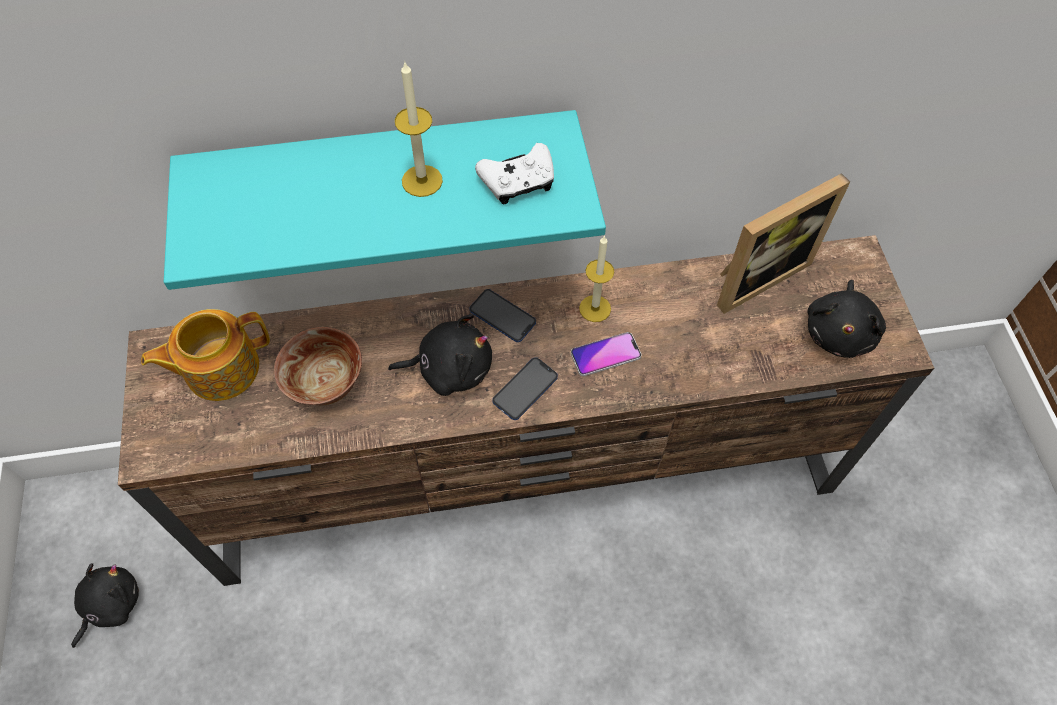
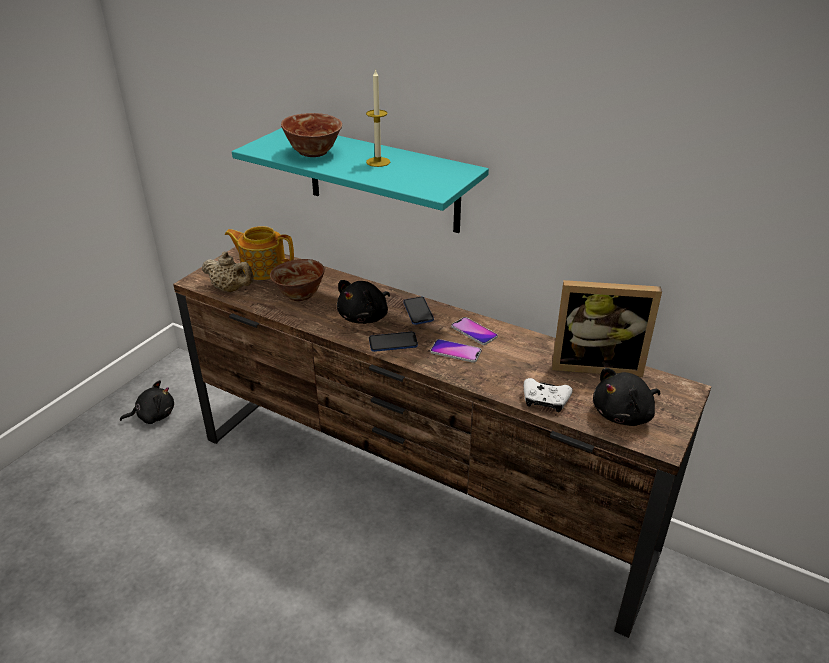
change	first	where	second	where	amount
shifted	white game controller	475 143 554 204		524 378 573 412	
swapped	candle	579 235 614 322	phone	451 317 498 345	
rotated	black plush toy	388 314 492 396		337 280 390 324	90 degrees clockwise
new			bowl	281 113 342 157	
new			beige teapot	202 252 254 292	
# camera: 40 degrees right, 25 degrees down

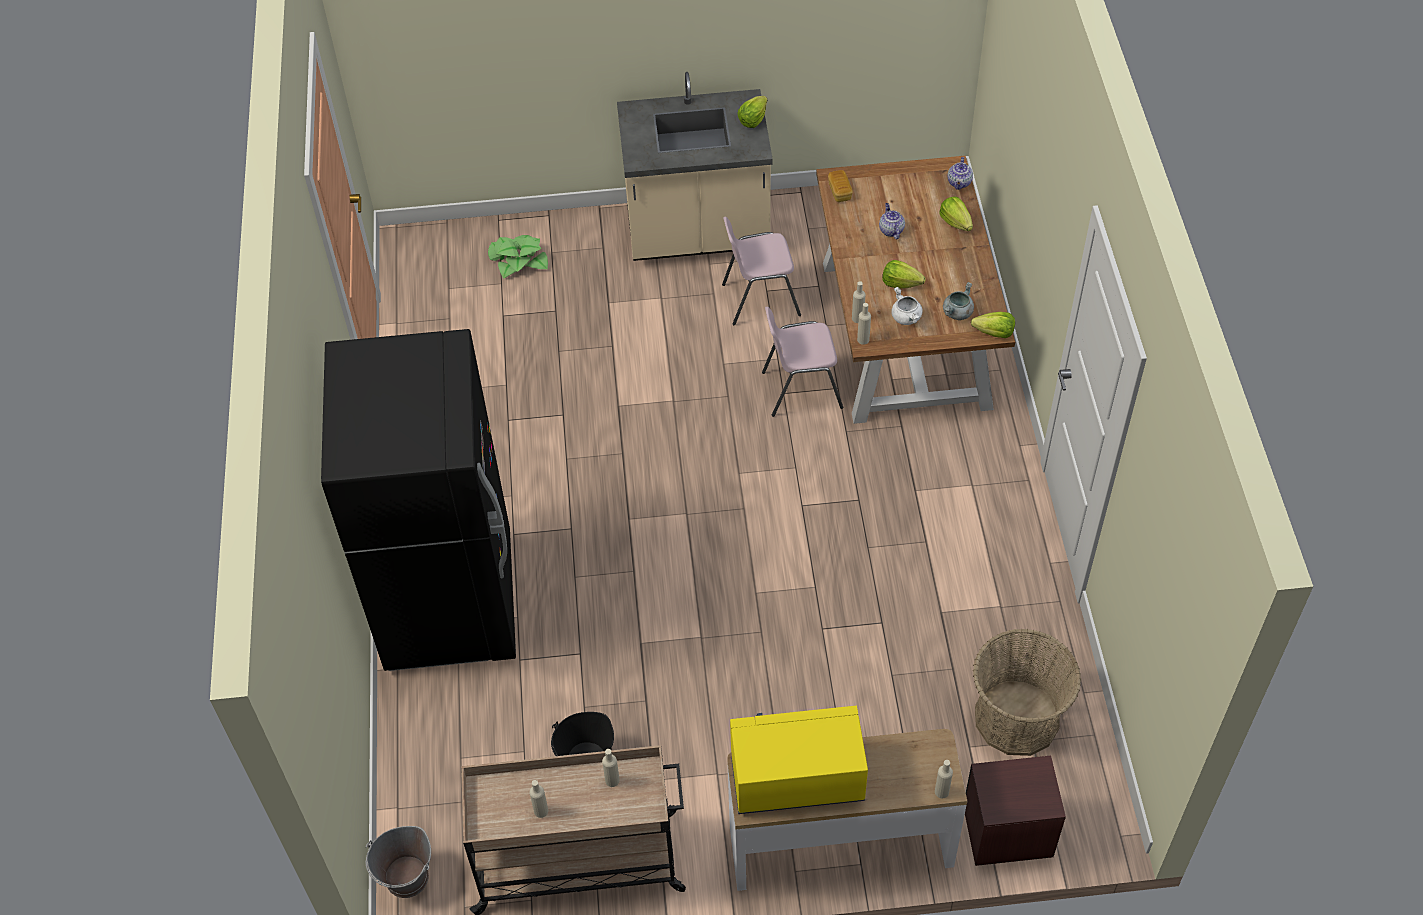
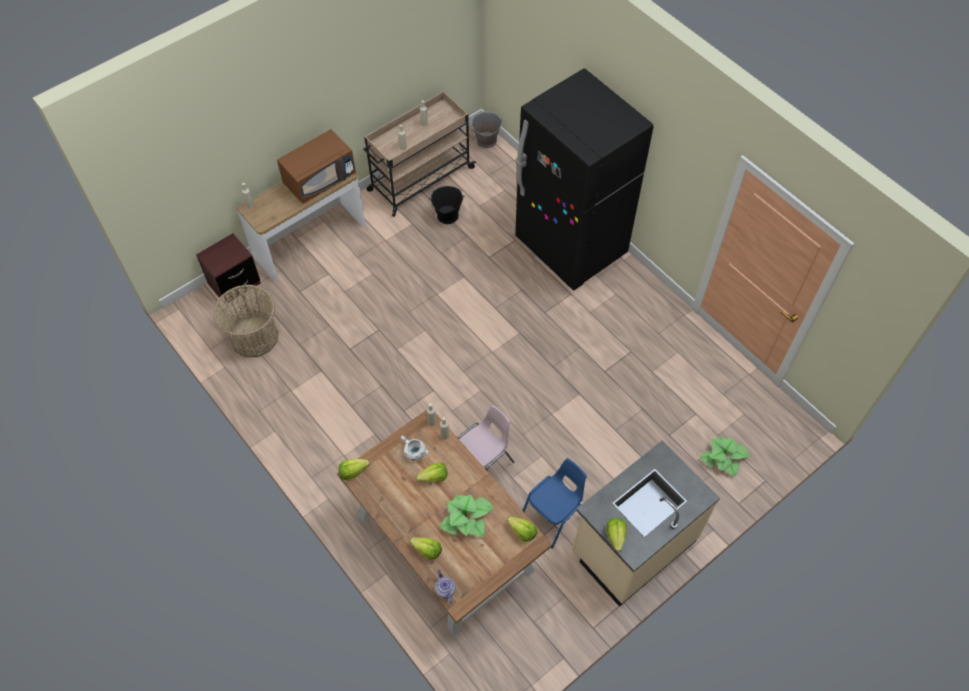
change	first	where	second	where	amount
swapped	bread	828 170 853 202	lettuce	507 516 537 541	
swapped	teapot	879 203 905 239	potted plant	440 495 494 537	
repainted	pink chair	722 216 801 325	blue chair	523 458 587 549	
gone	grey cooking pot	943 282 974 320			
repainted	yellow microwave	730 706 868 814	brown microwave	277 129 356 204	
# camera: 145 degrees right, 5 degrees up

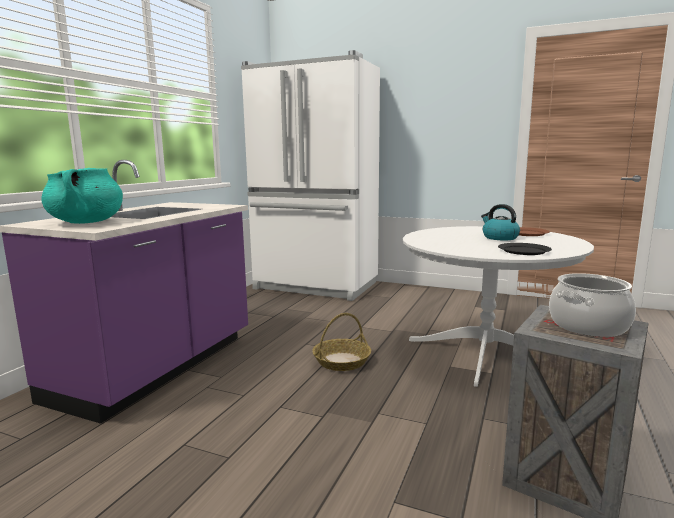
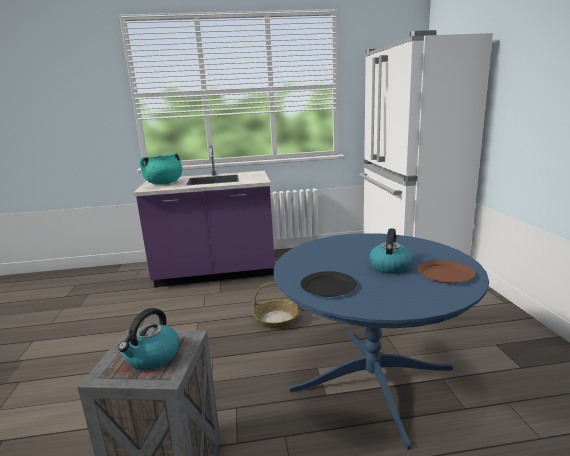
change	first	where	second	where	amount
repainted	white dining table	403 226 594 387	blue dining table	274 233 489 450	
swapped	cooking pot	549 273 636 337	kettle	118 308 179 370	
# camera: 60 degrees right, 5 degrees up

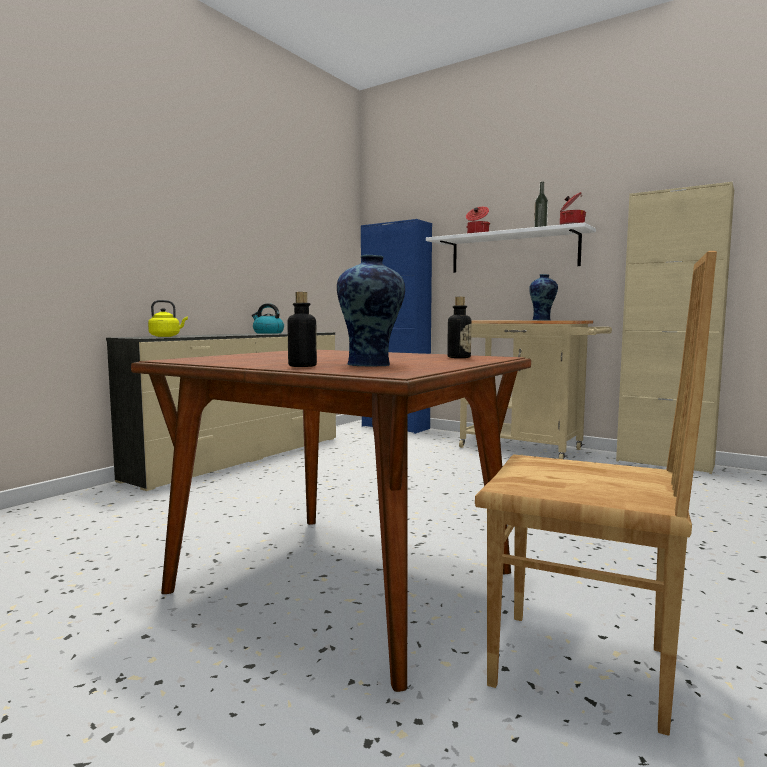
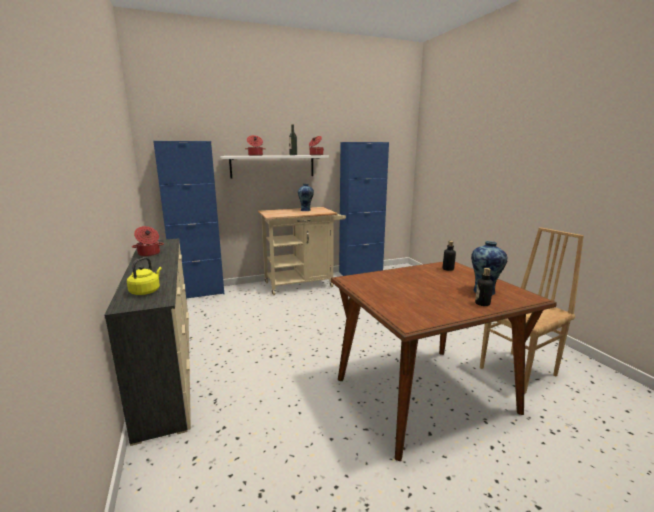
change	first	where	second	where	amount
repainted	beige cabinet	616 182 734 474	blue cabinet	339 142 389 276	
swapped	kettle	252 303 284 334	cooking pot	132 226 164 257	
# camera: 55 degrees left, 10 degrees up

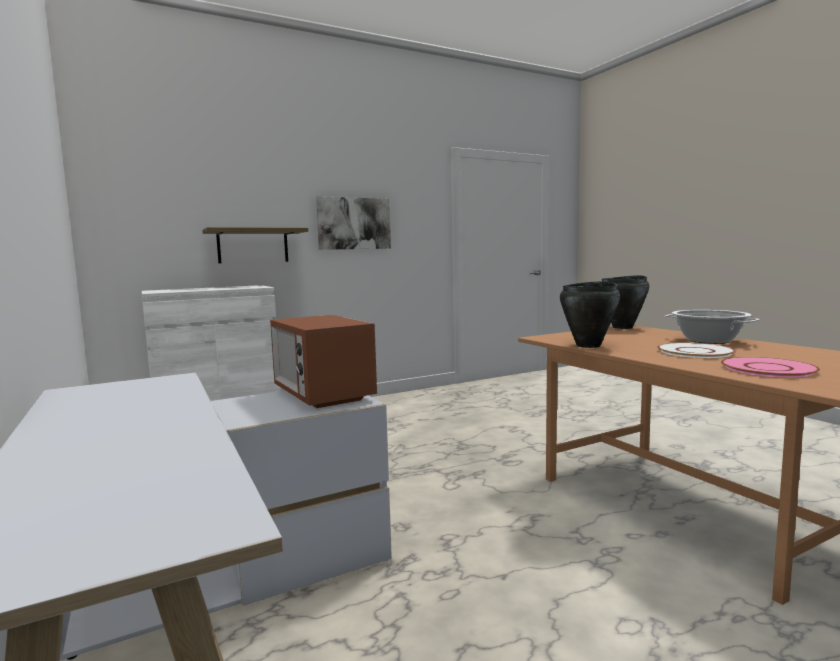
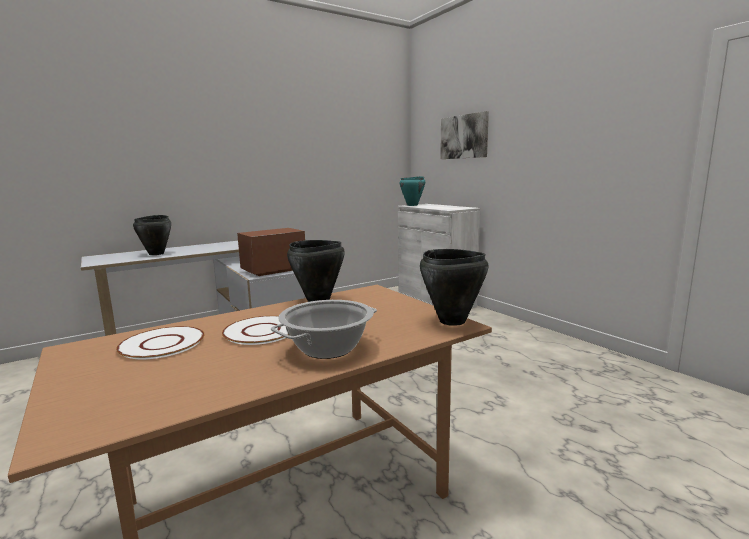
change	first	where	second	where	amount
shifted	picture	316 196 391 250		440 111 489 159	
gone	shelf	202 227 308 263			
repainted	pink plate	721 357 820 378	white plate	116 326 205 360	
new			turquoise cooking pot	400 176 425 206	
new			black cooking pot	133 215 171 255	
# camera: 85 degrees right, 5 degrees up

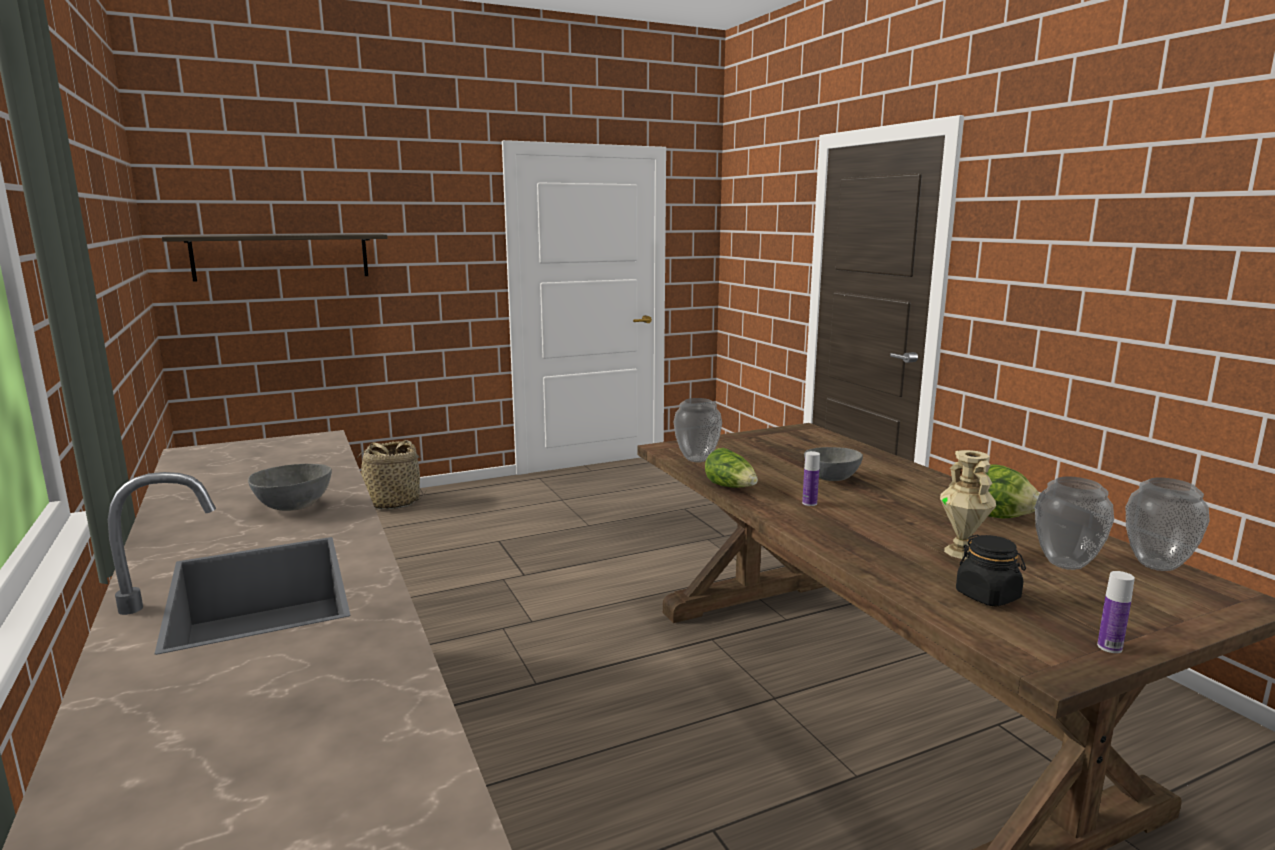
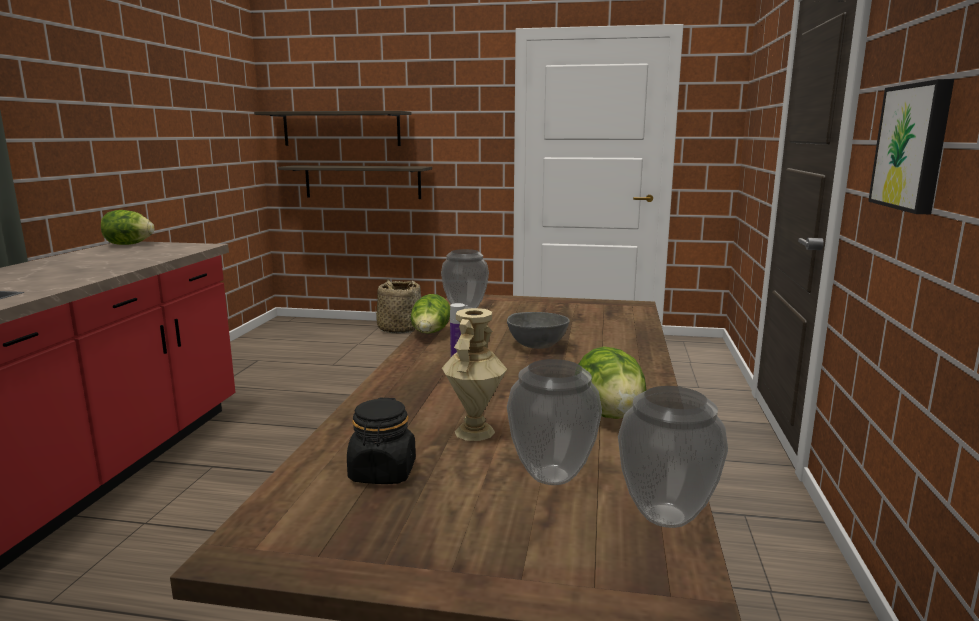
change	first	where	second	where	amount
gone	grey bowl	248 464 332 511			
gone	bottle	1097 571 1135 653			
new			picture	868 79 954 214	
new			shelf	278 165 432 199	
new			lettuce	101 210 154 245	
# camera: 35 degrees right, 0 degrees up

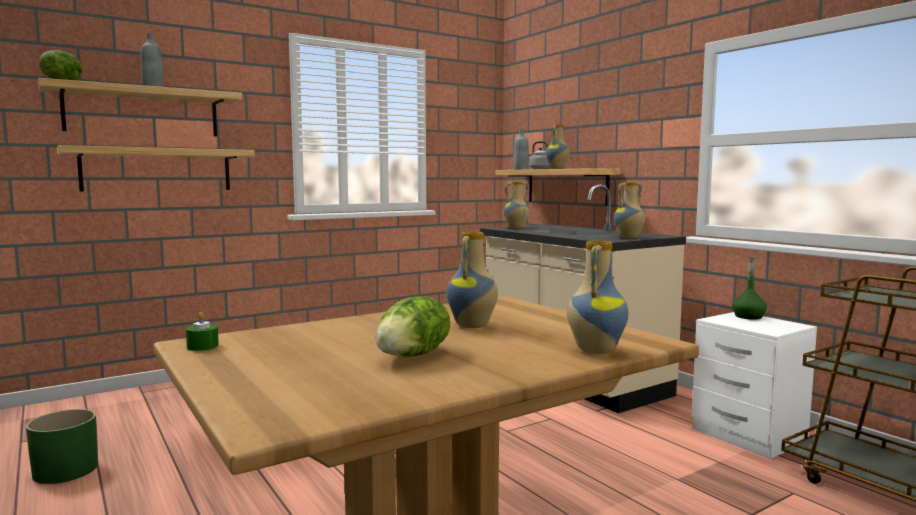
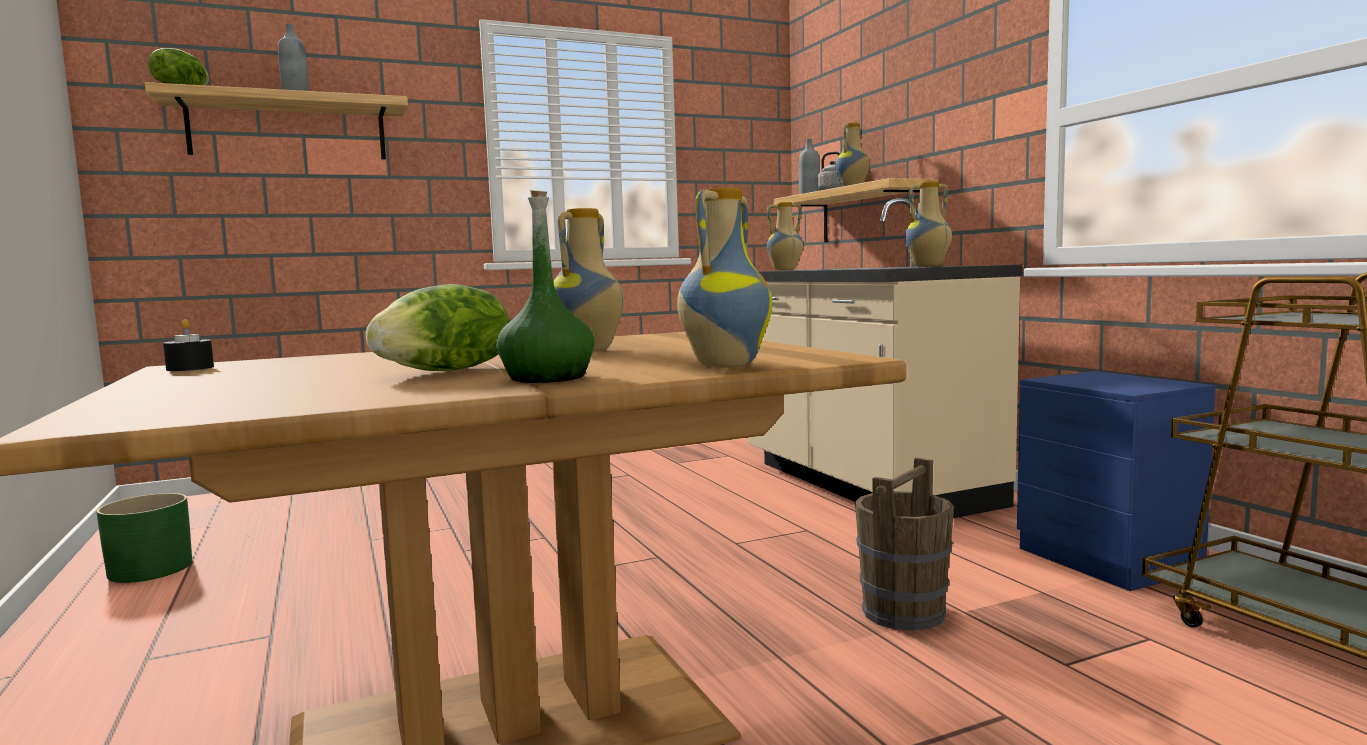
change	first	where	second	where	amount
gone	shelf	57 145 255 191			
shifted	green bottle	732 256 767 320		496 190 595 383	
repainted	green candle	186 312 219 351	black candle	163 319 214 371	
repainted	white nightstand	692 312 817 459	blue nightstand	1017 371 1216 591	
new			brown bucket	855 457 954 631	
# camera: 10 degrees right, 0 degrees up

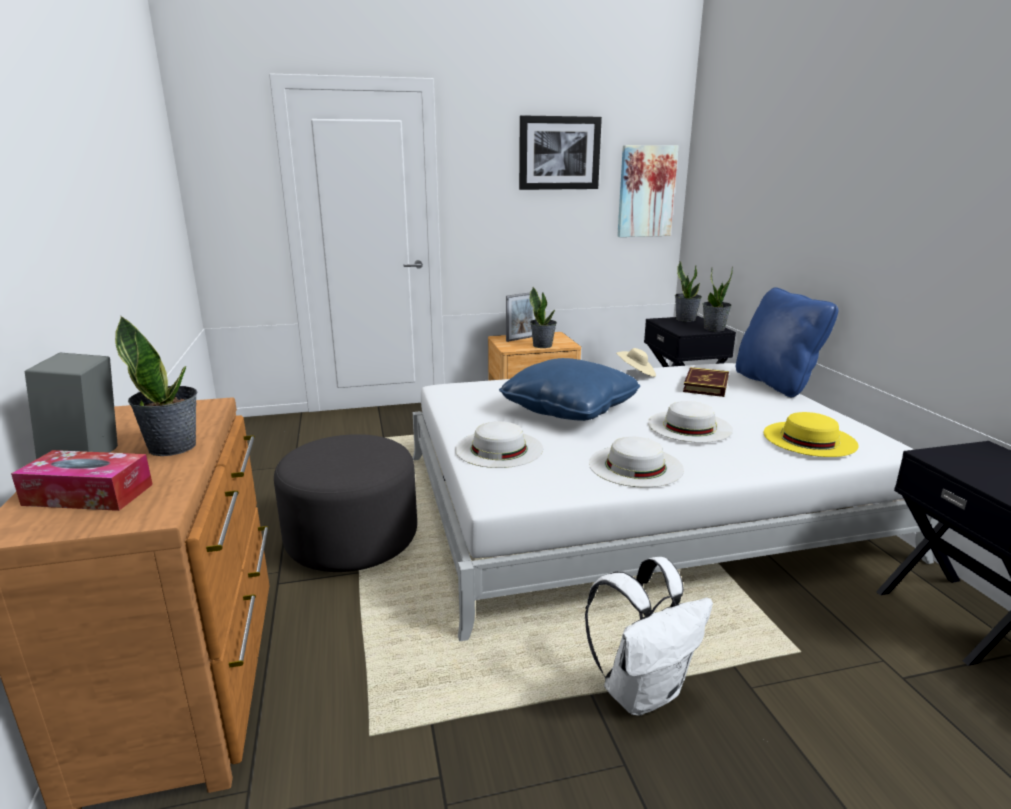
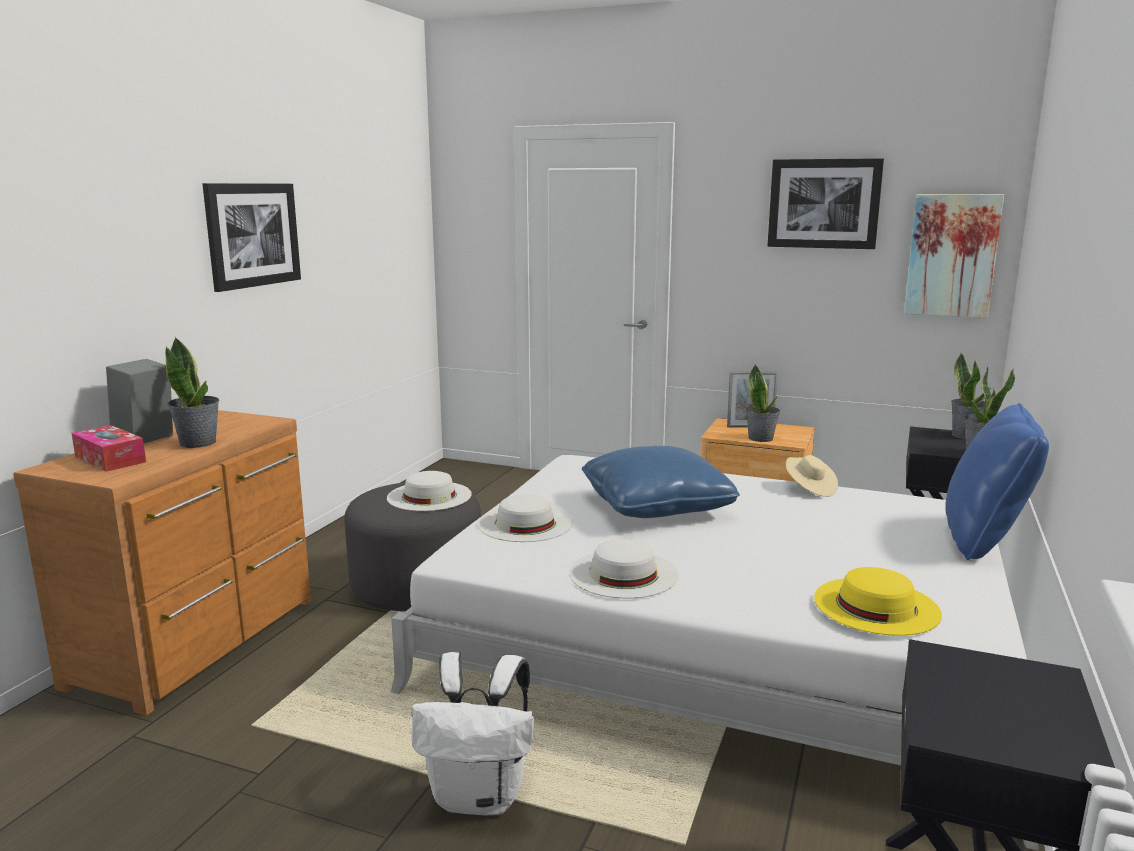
change	first	where	second	where	amount
gone	book	683 367 729 397			
shifted	white hat	648 401 733 443		387 471 472 511	
new			picture	202 183 301 292	
# camera: 35 degrees right, 5 degrees down

